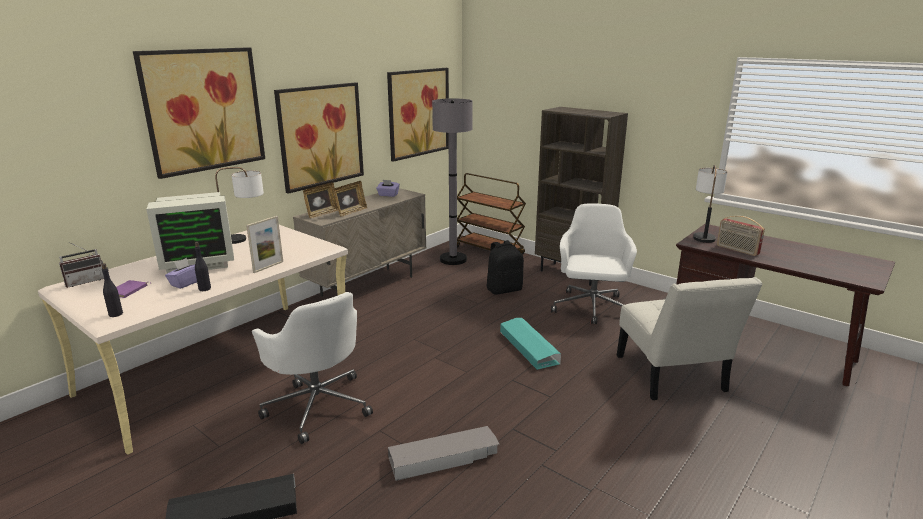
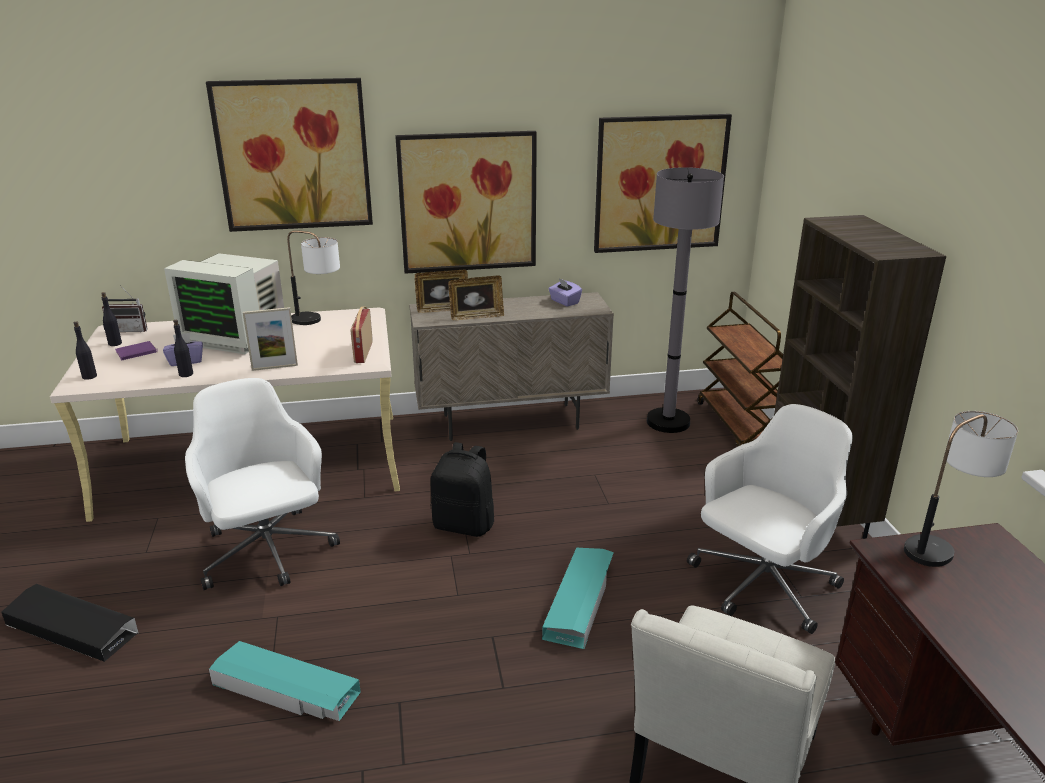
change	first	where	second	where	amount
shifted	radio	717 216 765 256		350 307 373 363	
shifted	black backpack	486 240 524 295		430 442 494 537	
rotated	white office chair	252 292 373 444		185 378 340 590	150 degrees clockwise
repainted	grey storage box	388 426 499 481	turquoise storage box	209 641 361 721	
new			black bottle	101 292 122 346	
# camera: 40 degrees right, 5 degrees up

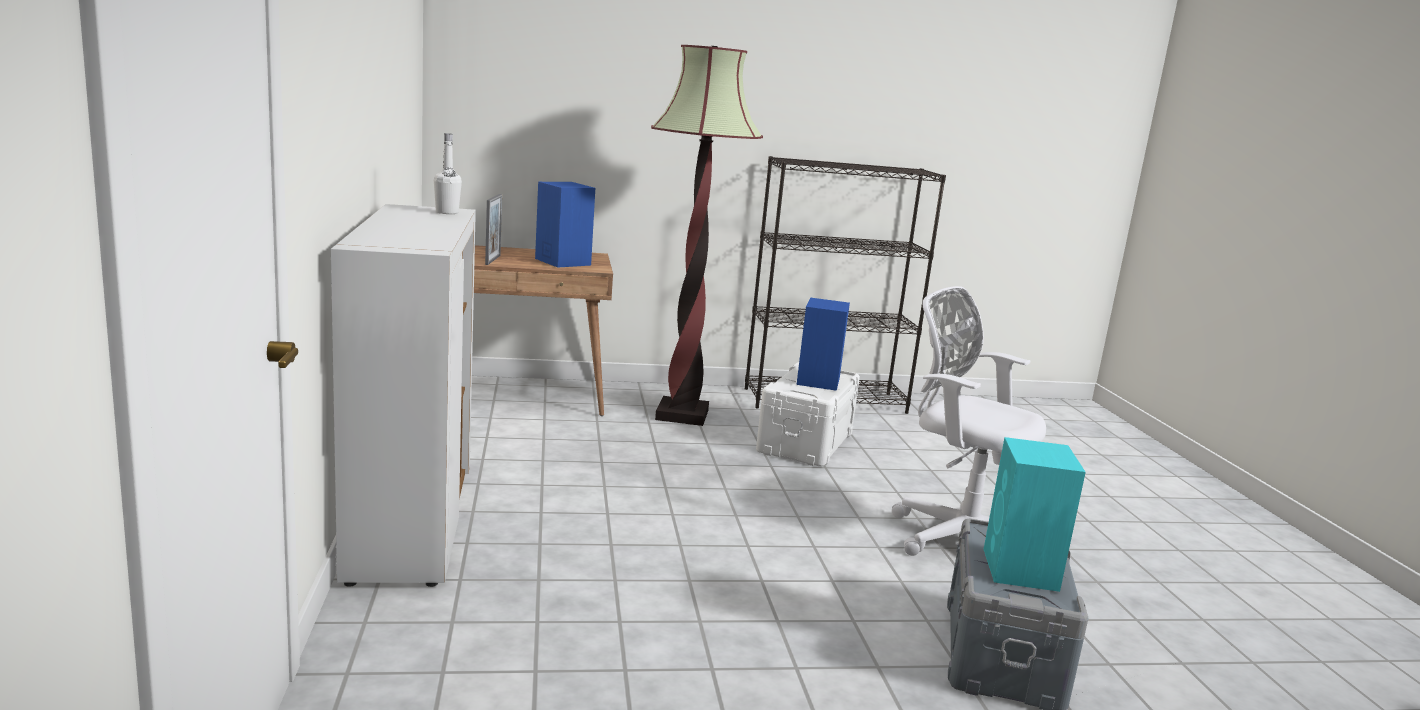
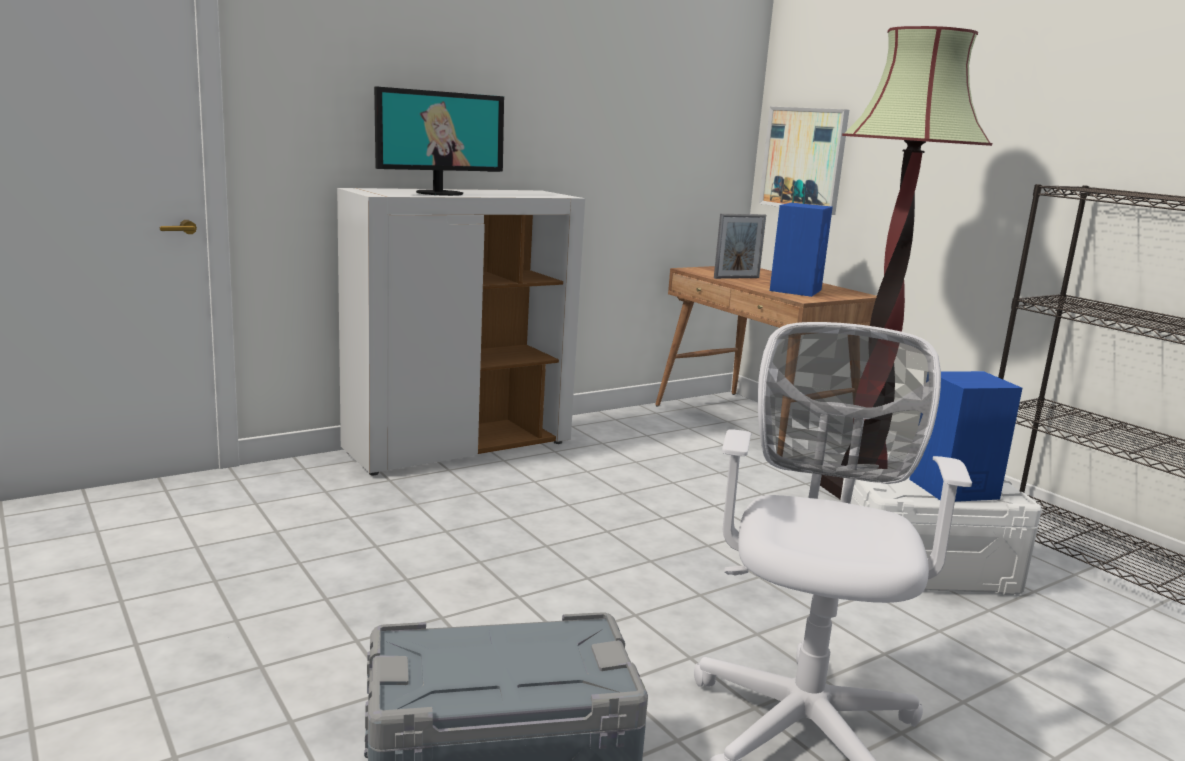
change	first	where	second	where	amount
gone	white bottle	434 133 462 214			
gone	turquoise speaker	984 437 1086 592			
new			monitor	374 86 504 196	
new			picture	759 106 849 215	
# camera: 65 degrees right, 0 degrees up

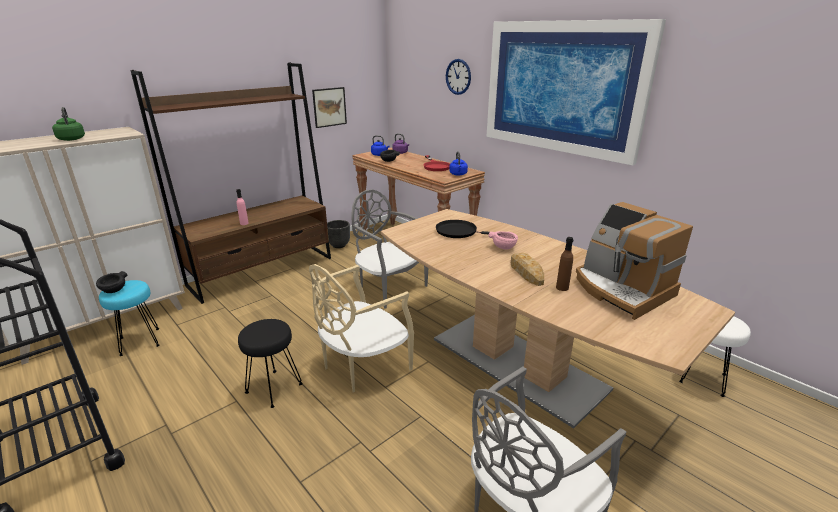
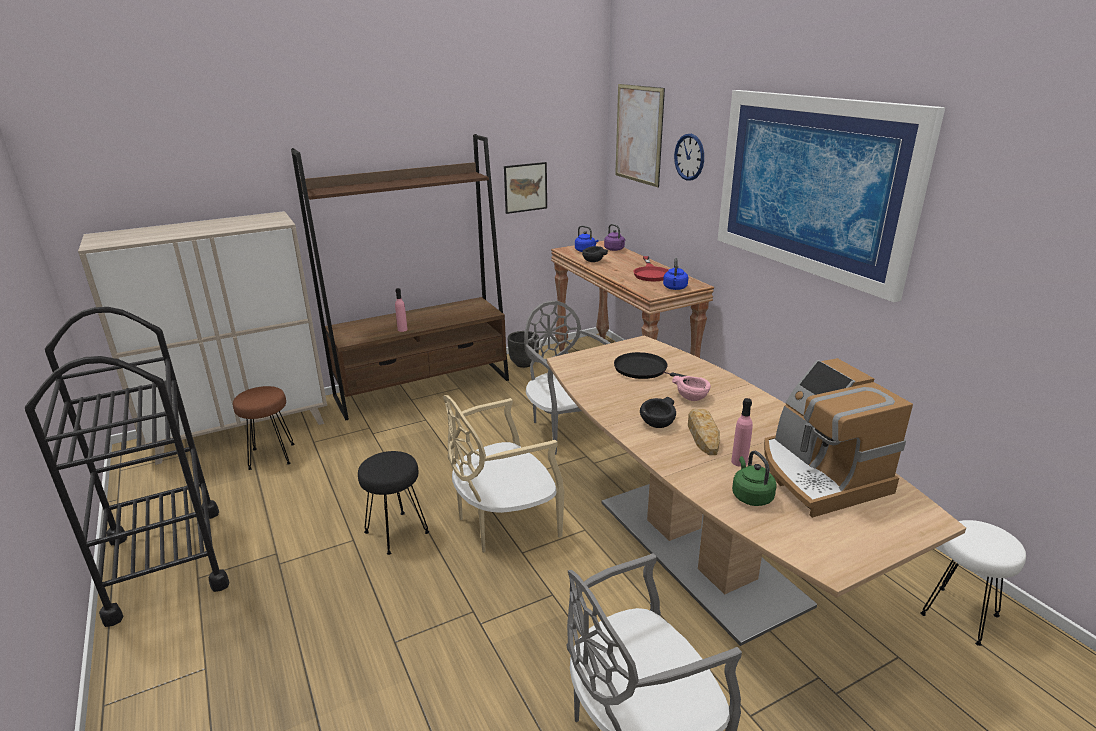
change	first	where	second	where	amount
shifted	green kettle	52 107 85 141		732 451 777 506	
repainted	brown bottle	556 237 573 291	pink bottle	731 398 753 467	
shifted	black bowl	96 271 127 293		640 397 676 428	
repainted	turquoise stool	99 280 160 356	brown stool	233 386 295 470	
new			picture	615 84 665 187	
# camera: 15 degrees right, 0 degrees up

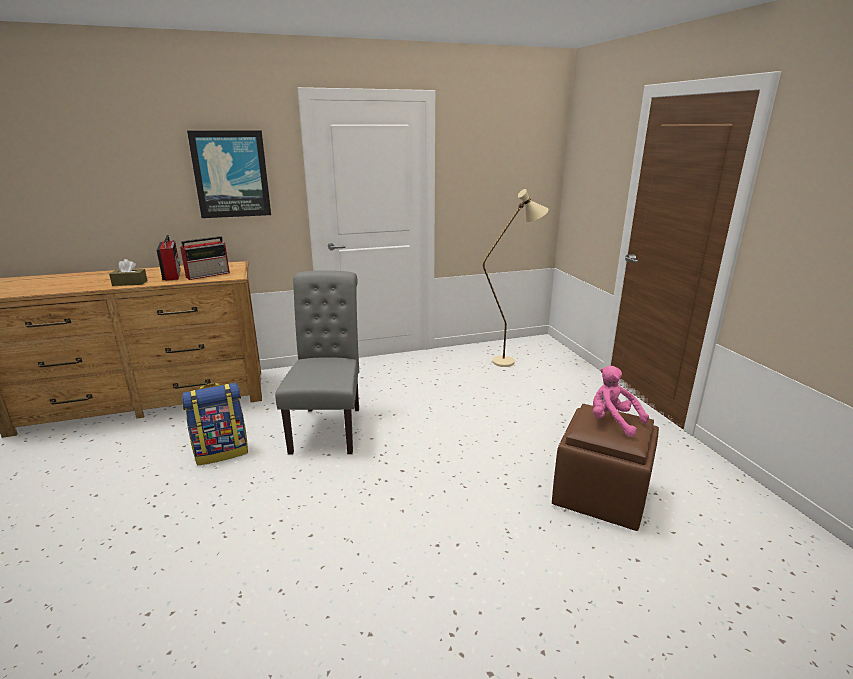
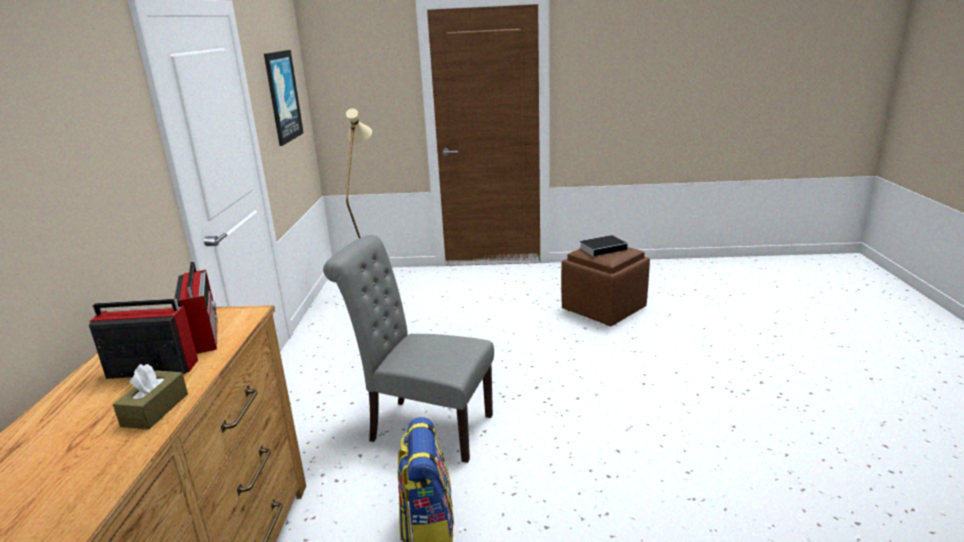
change	first	where	second	where	amount
shifted	picture	187 130 271 218		264 50 304 146	
swapped	pink plush toy	593 366 649 437	book	580 235 632 256	
# camera: 70 degrees left, 0 degrees up

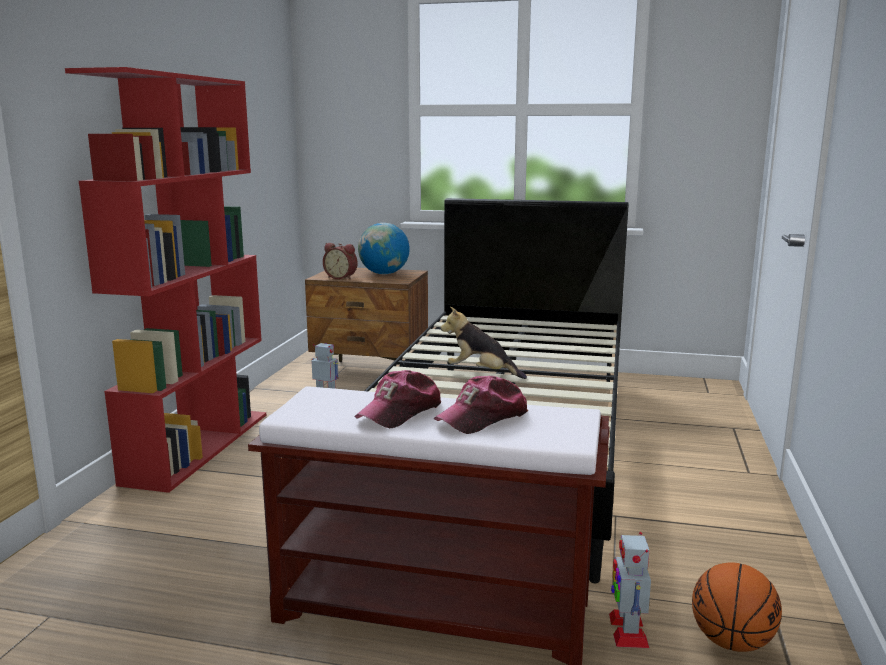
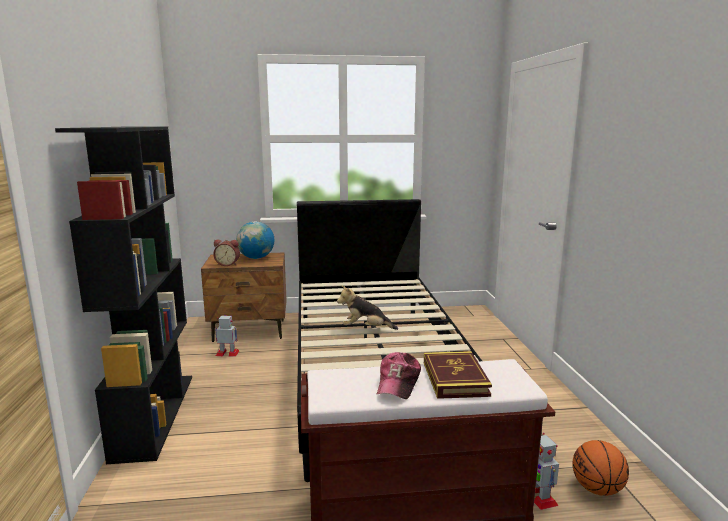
change	first	where	second	where	amount
repainted	red bookcase	65 67 266 493	black bookcase	55 126 192 464	
swapped	cap	434 376 529 434	book	424 351 492 399	
# camera: 20 degrees left, 0 degrees up

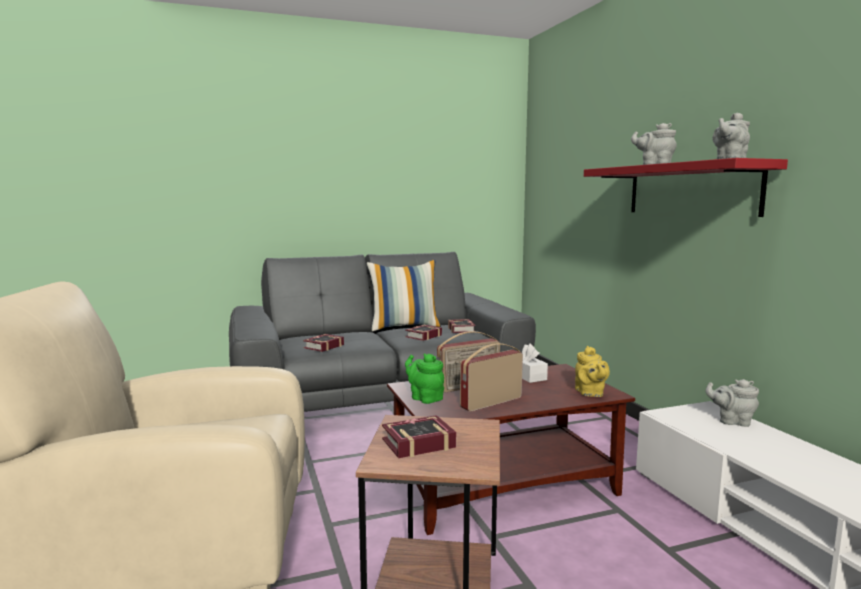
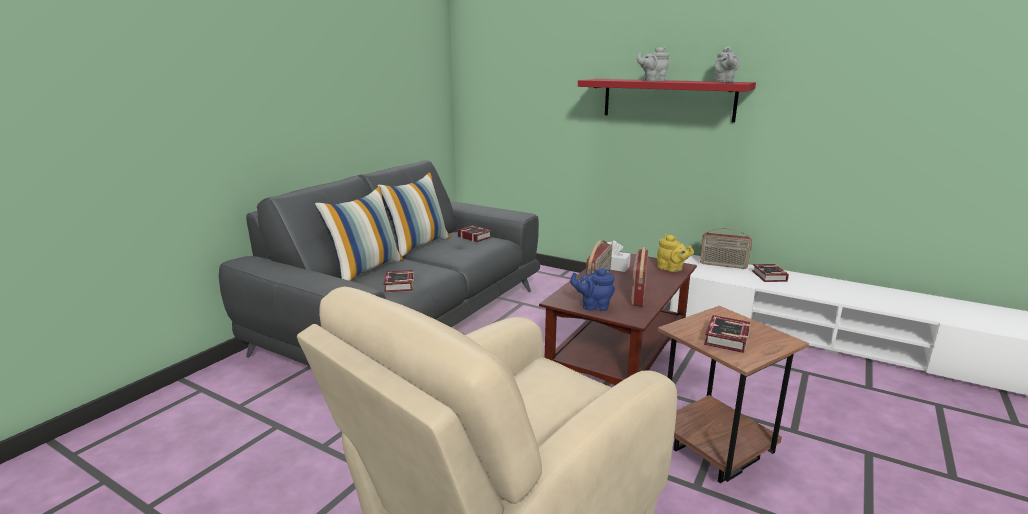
change	first	where	second	where	amount
shifted	book	405 325 442 341		752 264 789 282	
repainted	green teapot	405 353 444 404	blue teapot	570 268 615 311	
swapped	grey teapot	705 379 759 427	radio	700 228 752 269	
new			pillow	315 186 404 281	
# camera: 40 degrees left, 10 degrees up

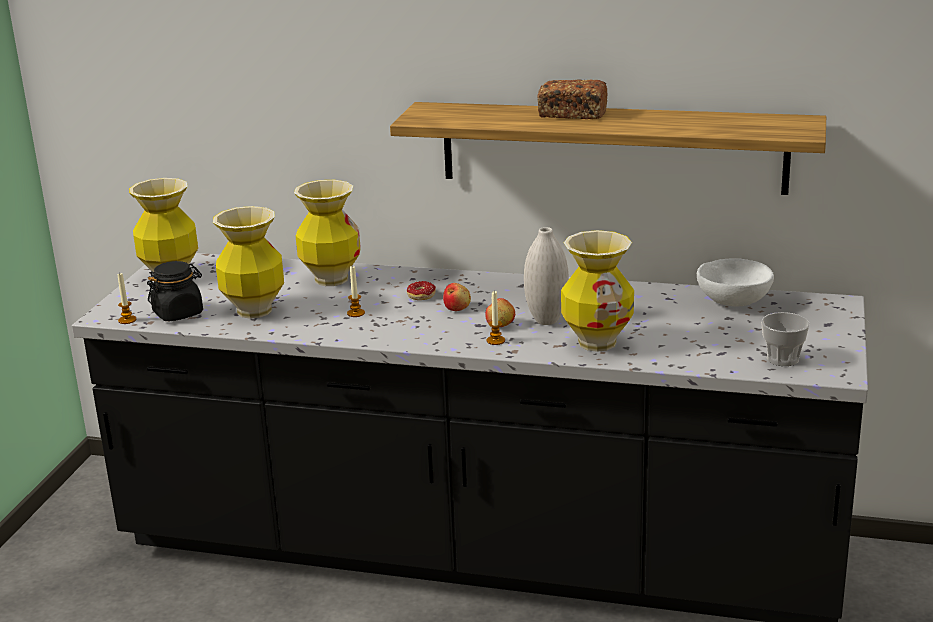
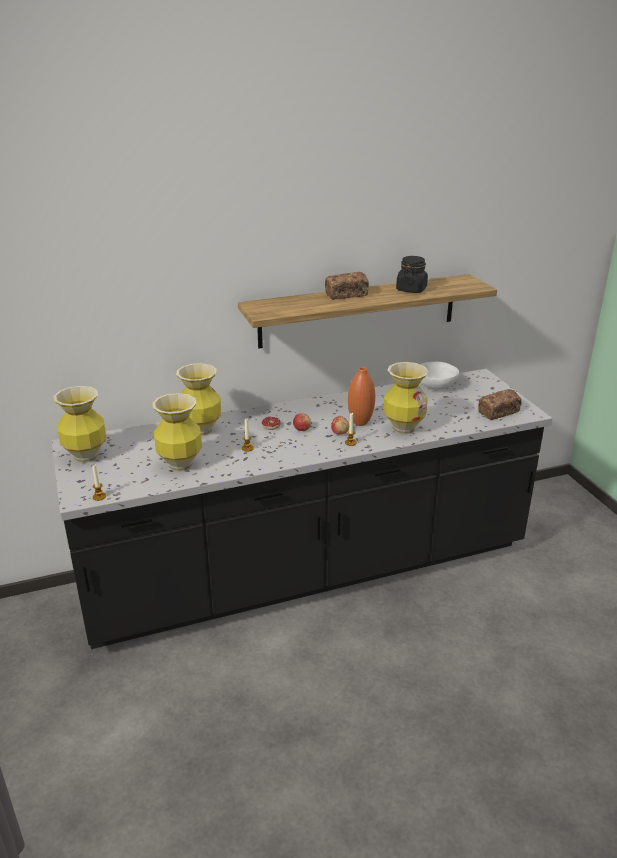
change	first	where	second	where	amount
repainted	white vase	524 227 569 325	orange vase	348 367 375 426	
shifted	black jar	147 261 203 321		396 256 428 293	
swapped	cup	761 312 810 366	bread	478 389 522 420	
# camera: 35 degrees left, 5 degrees up

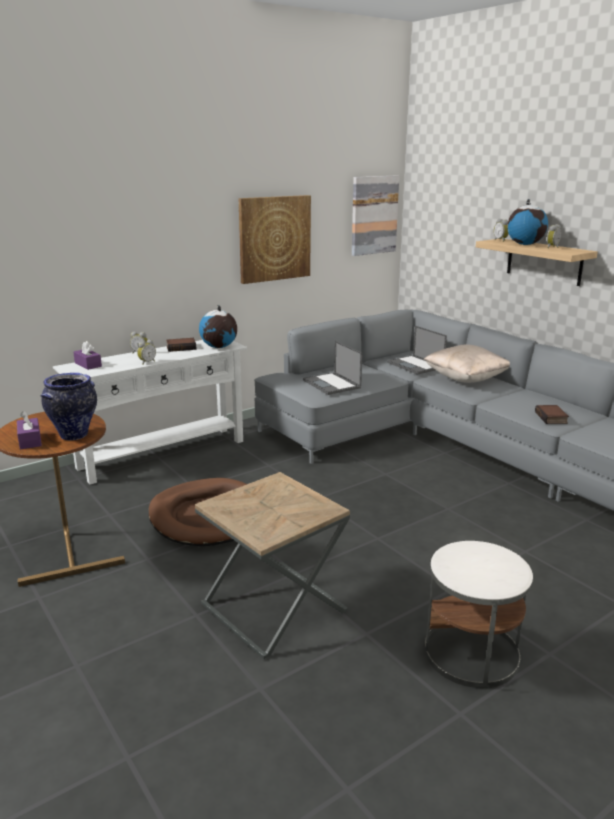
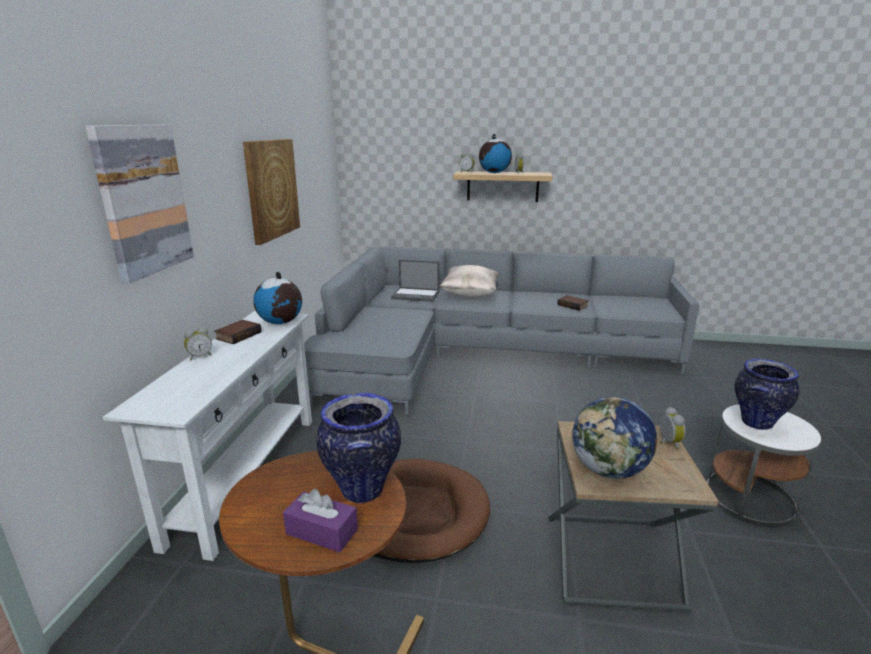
change	first	where	second	where	amount
shifted	picture	352 176 399 256		85 125 194 284	
shifted	alarm clock	137 339 156 365		660 407 686 449	
gone	purple tissue box	73 341 102 370			
gone	laptop	303 341 362 395			
new			vase	734 359 799 430	
new			globe	572 397 657 479	
# camera: 45 degrees left, 0 degrees up

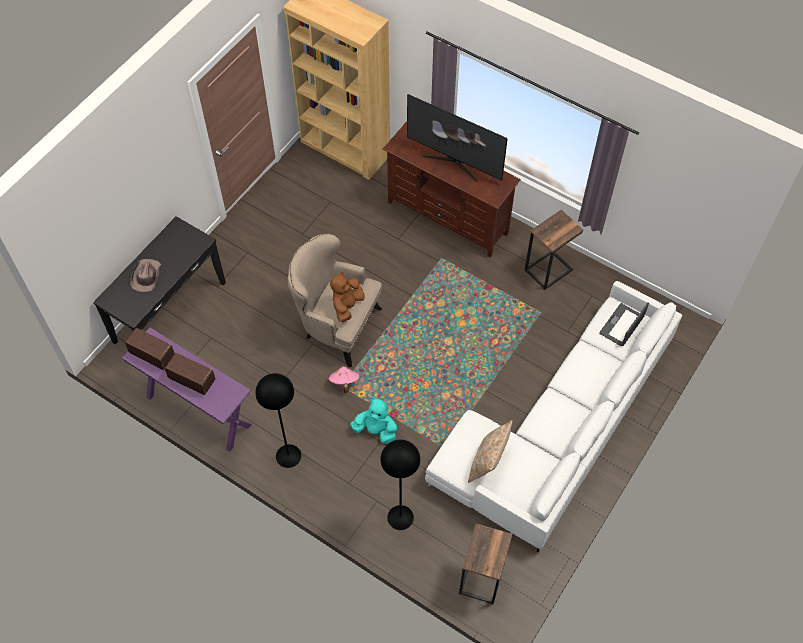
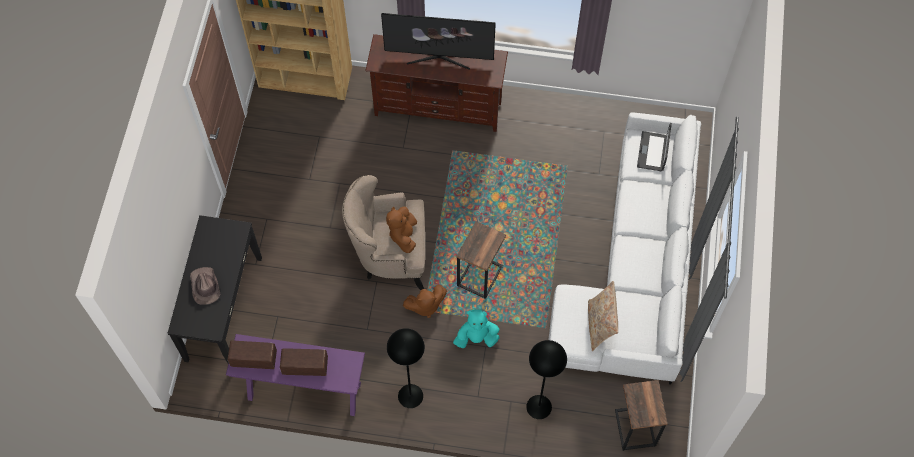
change	first	where	second	where	amount
shifted	side table	525 210 583 290		456 221 506 299	
swapped	pink hat	328 366 360 393	brown plush toy	403 285 447 318	
# camera: 25 degrees left, 5 degrees up

